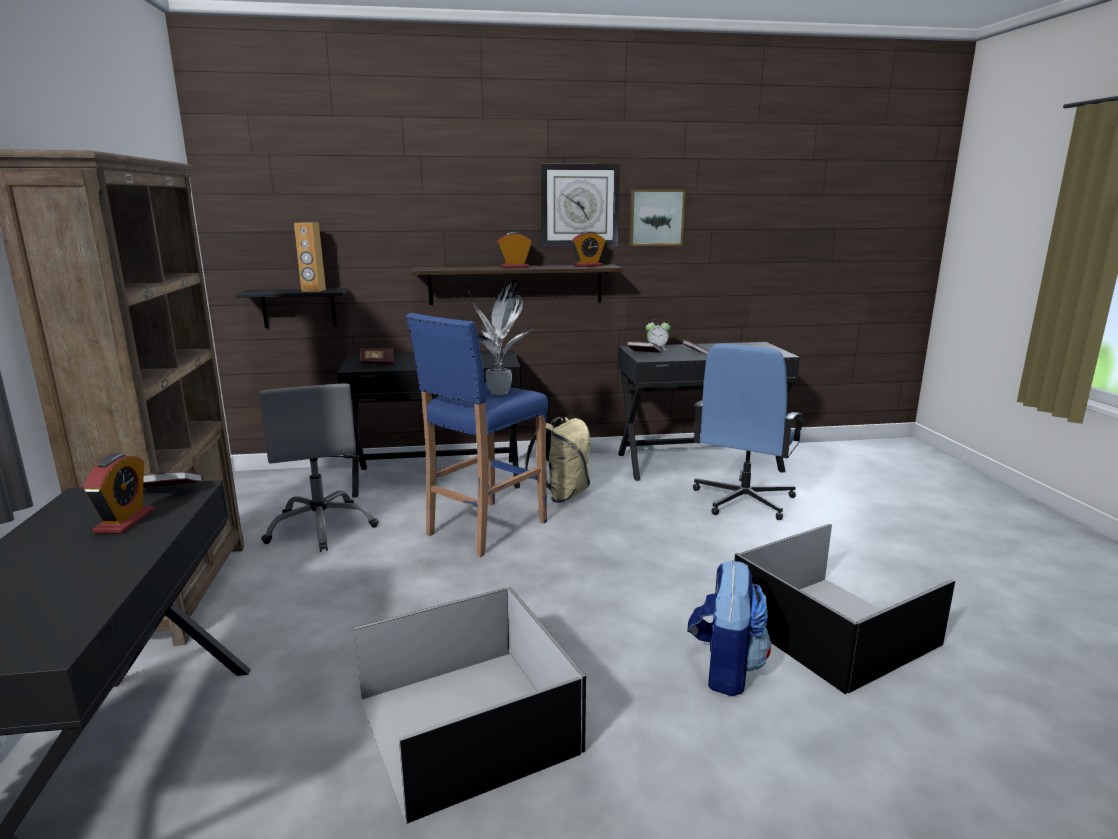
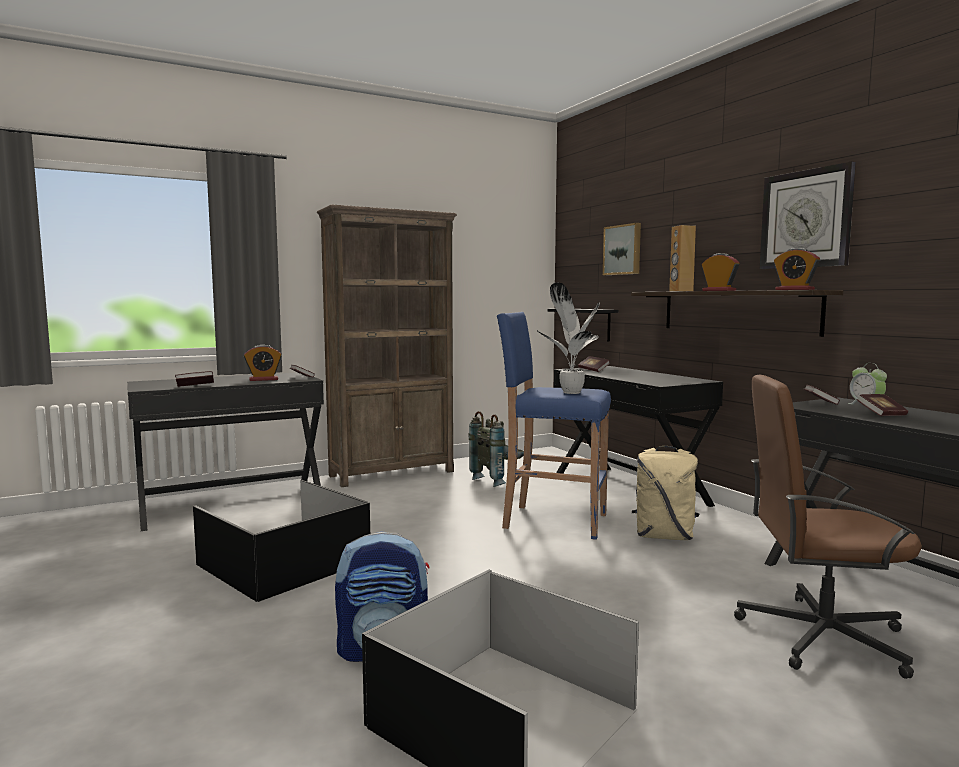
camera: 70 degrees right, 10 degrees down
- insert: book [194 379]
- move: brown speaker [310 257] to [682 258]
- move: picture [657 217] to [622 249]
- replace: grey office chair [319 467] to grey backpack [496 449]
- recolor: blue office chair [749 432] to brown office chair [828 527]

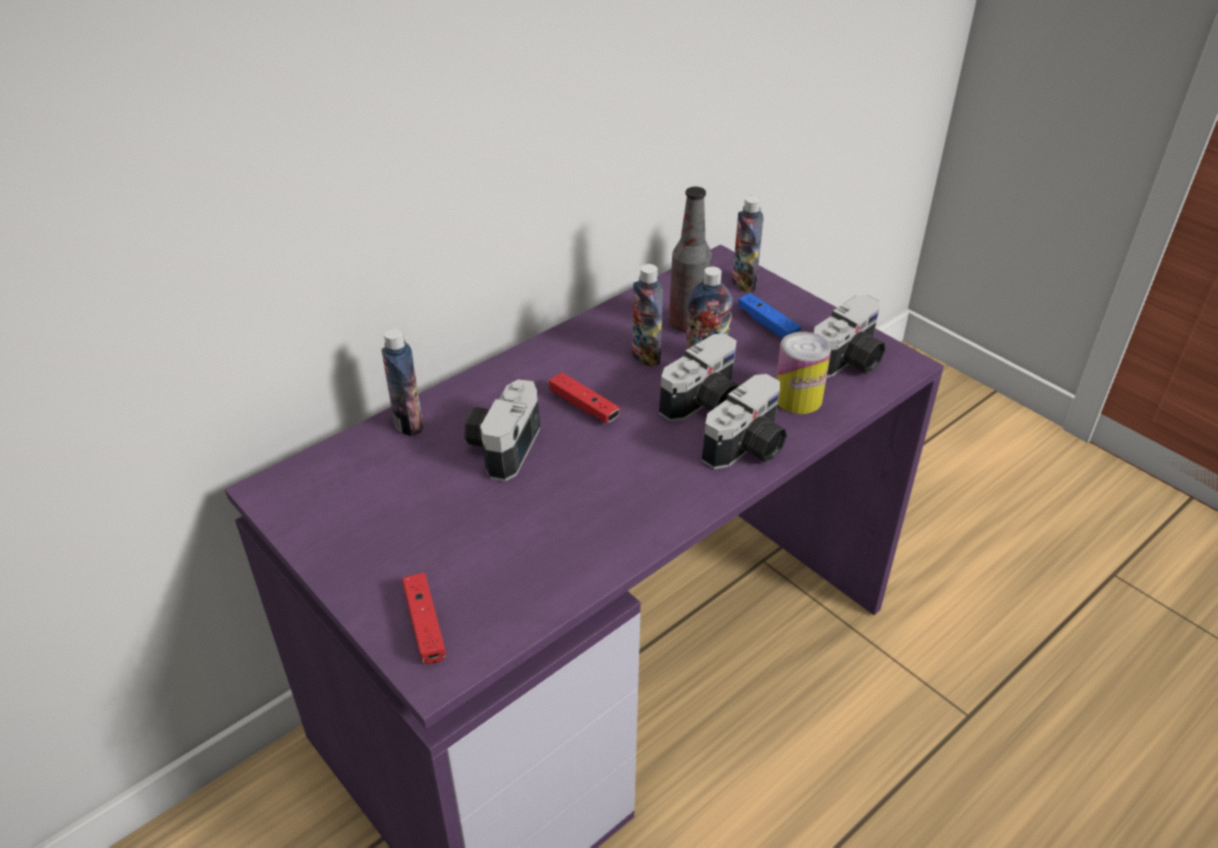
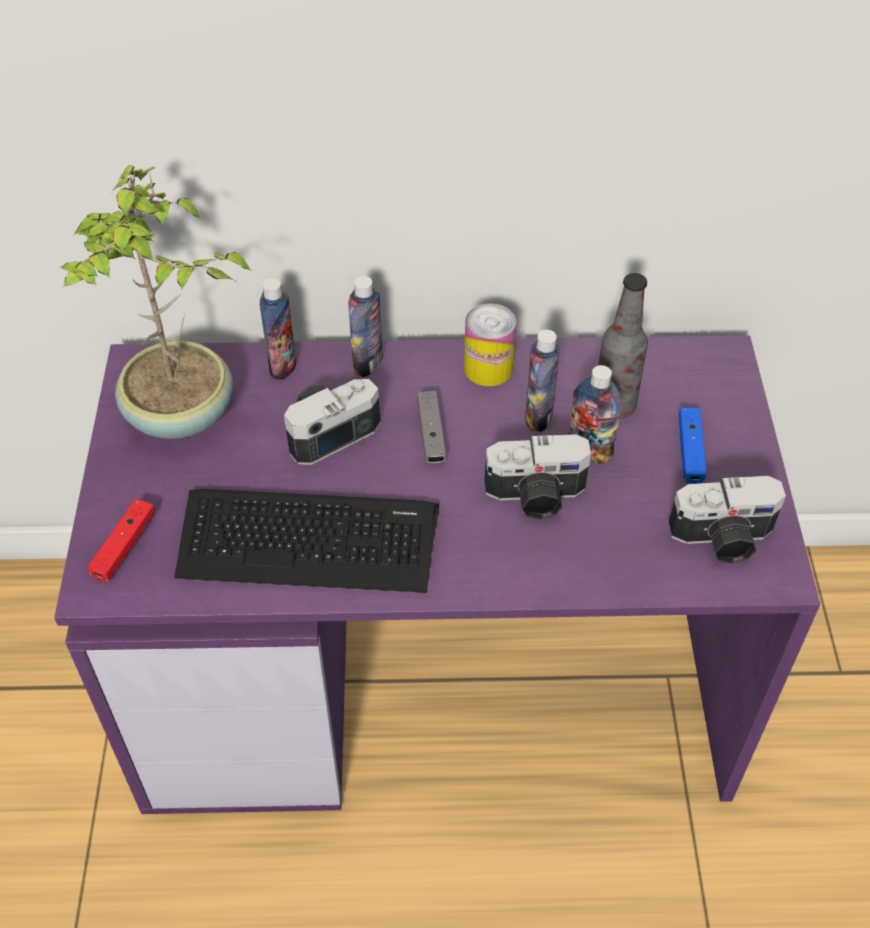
camera: 40 degrees right, 10 degrees up
- delete: photo camera [744 421]
- insert: potted plant [156 302]
- insert: keyboard [306 541]
- move: bottle [747 244] to [365 326]
- move: can [803 373] to [490 344]
- recolor: red game controller [584 397] to grey game controller [431 427]

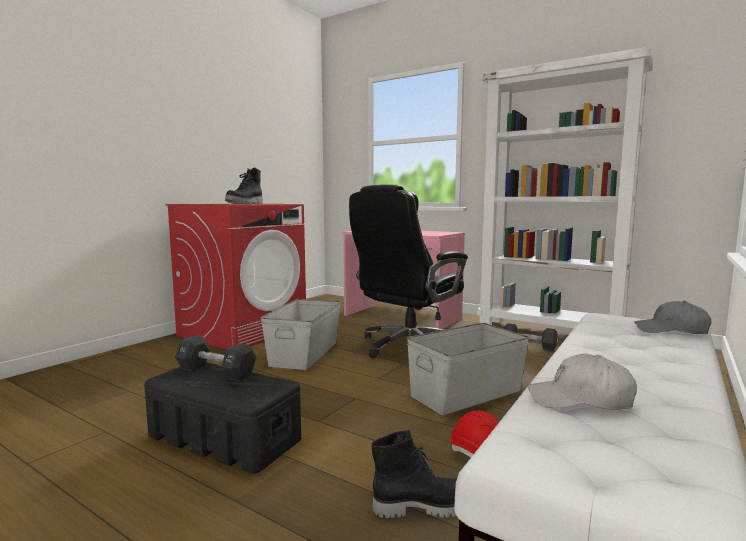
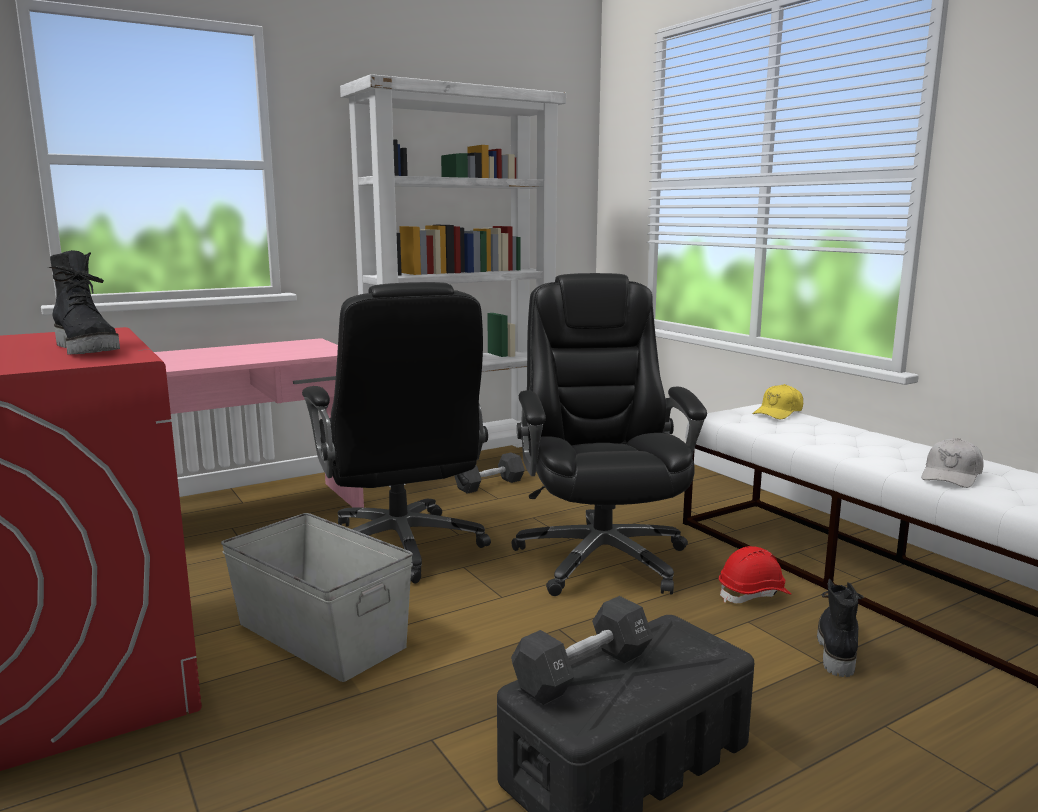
camera: 65 degrees left, 5 degrees up
- replace: grey storage box [468 369] to black office chair [609 434]
- recolor: grey cap [672 317] to yellow cap [778 402]

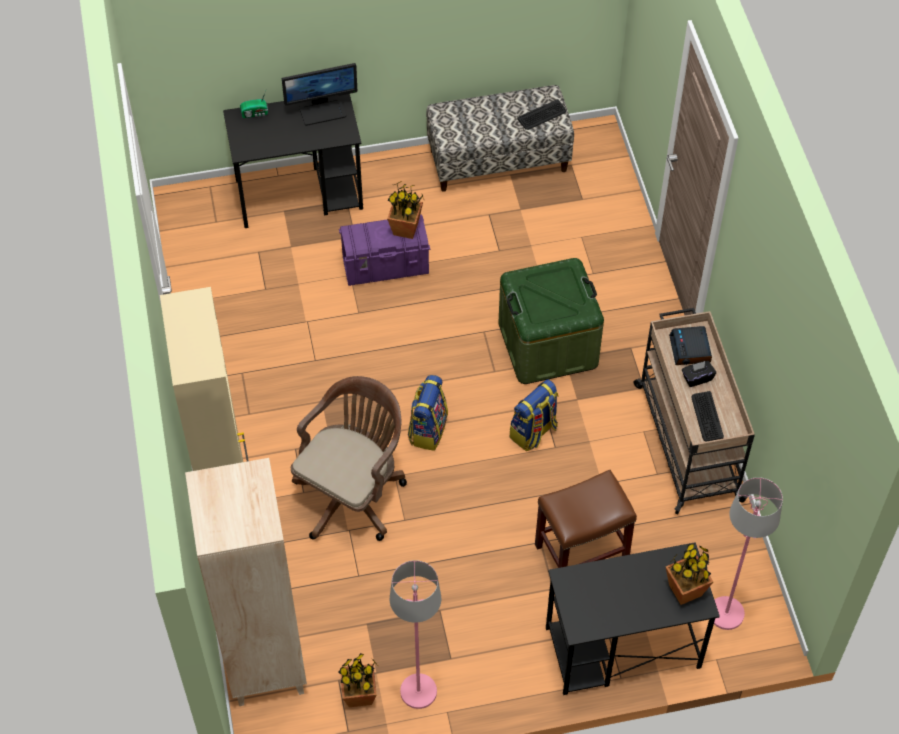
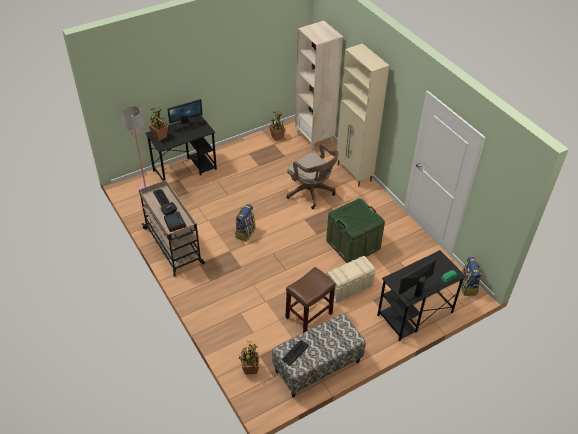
camera: 160 degrees right, 10 degrees down
- delete: pink floor lamp [415 634]
- insert: monitor [184 115]
- move: potted plant [405 210] to [249 358]
- move: backpack [428 413] to [470 276]
- move: green storage box [551 321] to [355 230]
- move: brown stool [586 519] to [310 300]
- recolor: purple storage box [384 250] to beige storage box [351 279]
- rotate: brown office chair [349 458] = [312 176] 60 degrees counterclockwise

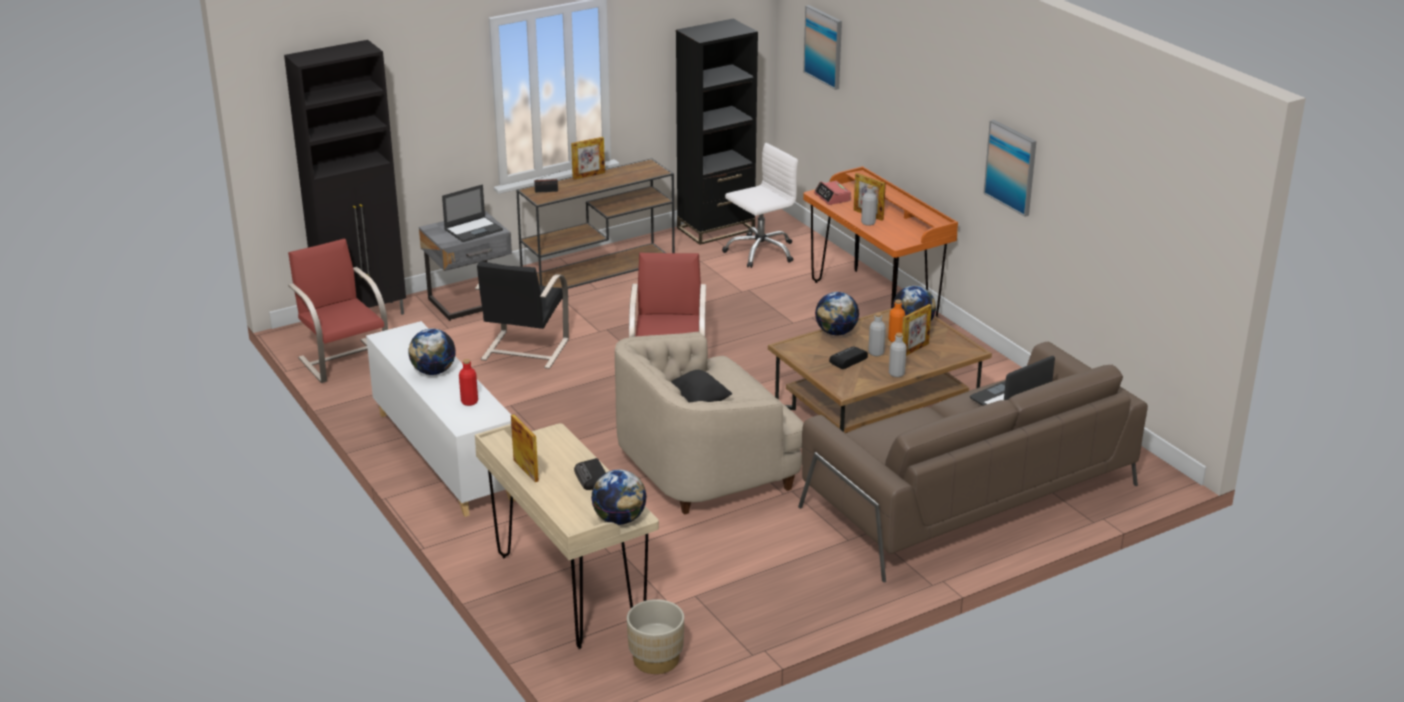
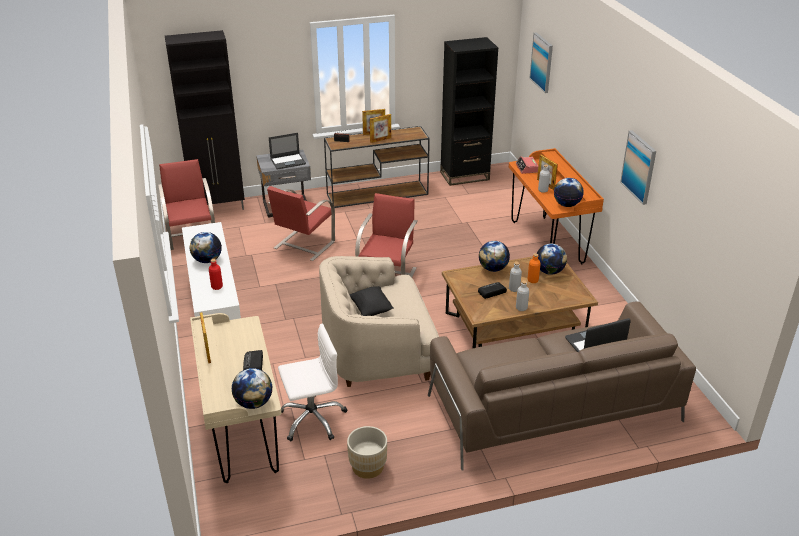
camera: 15 degrees right, 5 degrees up
- insert: globe [569 192]
- move: beige planter [655 636] to [367 452]
- move: white office chair [760 205] to [312 382]
- move: picture frame [917 330] to [380 128]
- recolor: black chair [522 315] to red chair [301 223]

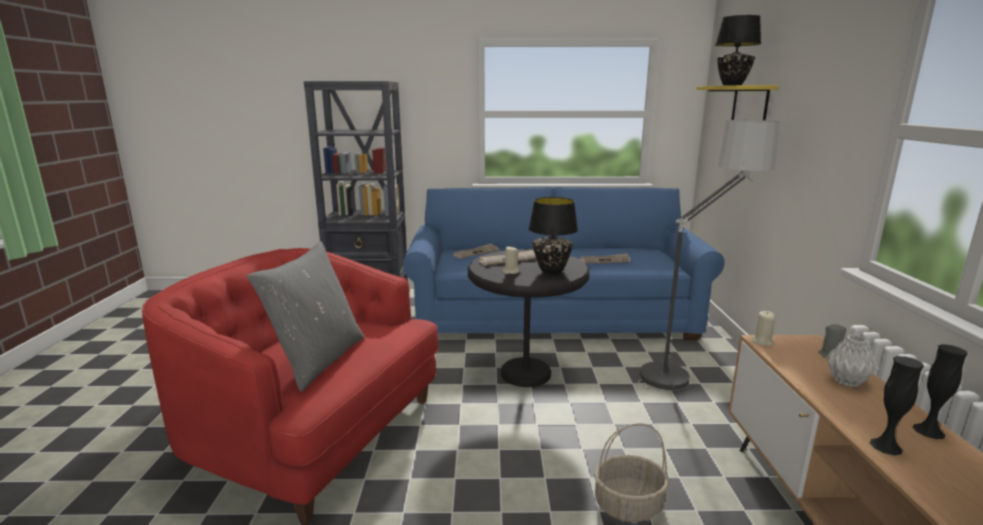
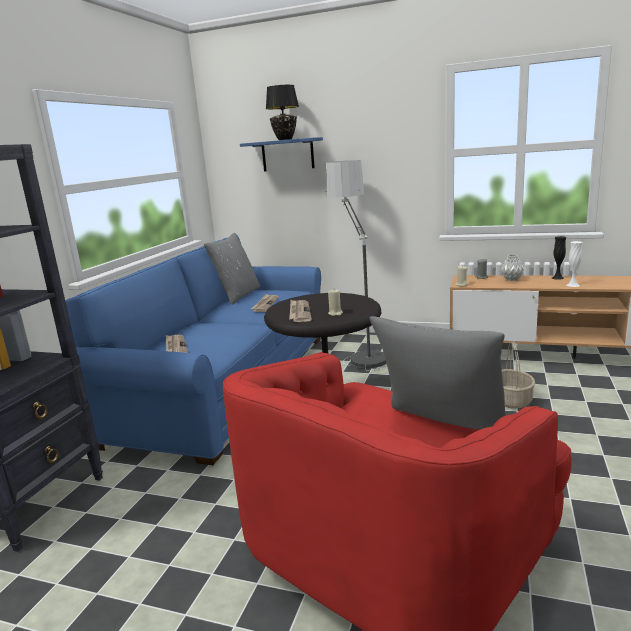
camera: 70 degrees left, 0 degrees up
- delete: black table lamp [553 236]
- insert: grey pillow [232 269]
- recolor: yellow shelf [737 102] to blue shelf [281 154]
- recolor: black vase [897 405] to white vase [574 264]

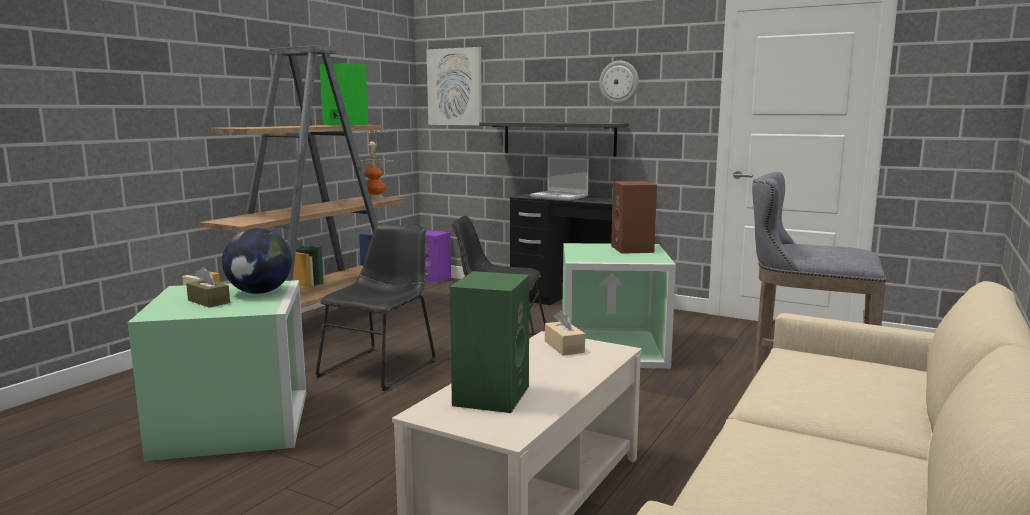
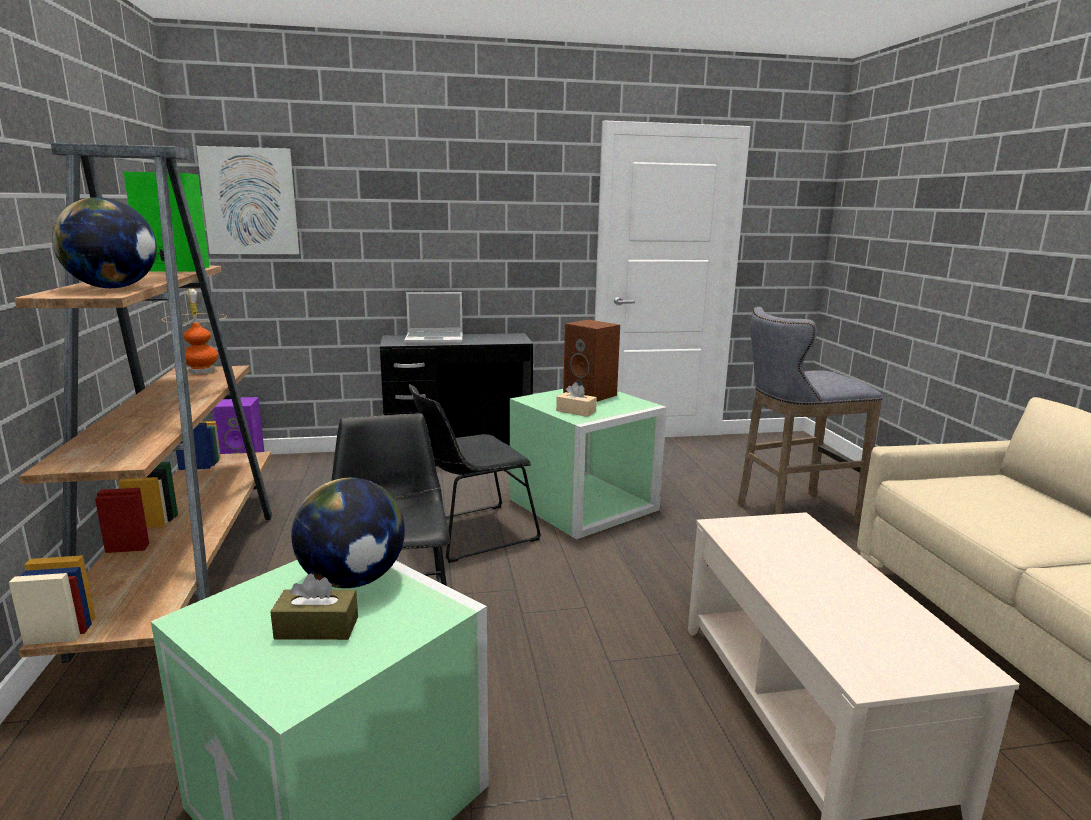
camera: 40 degrees left, 5 degrees up
- delete: green speaker [489 342]
- delete: shelf [554 139]
- delete: wall clock [619 82]
- insert: globe [104 242]
- move: beige tissue box [565 332] to [576 399]

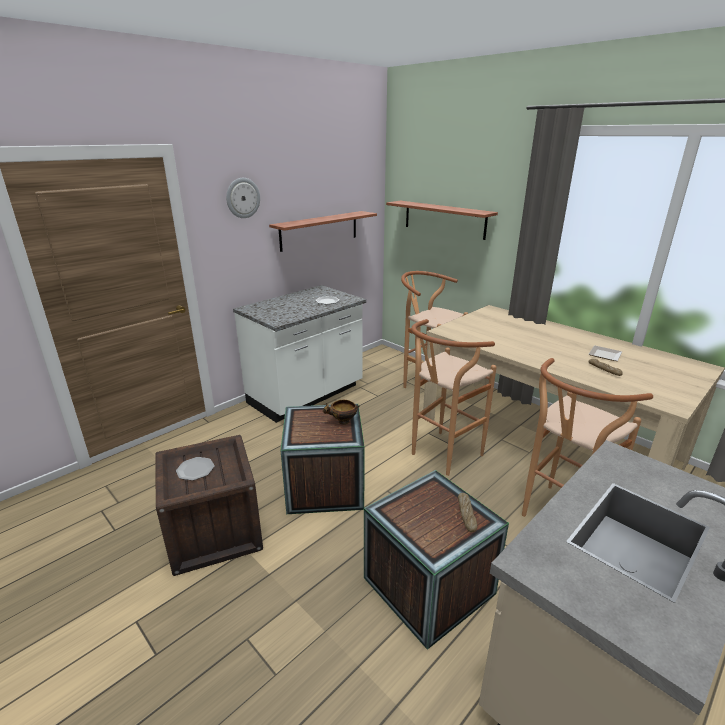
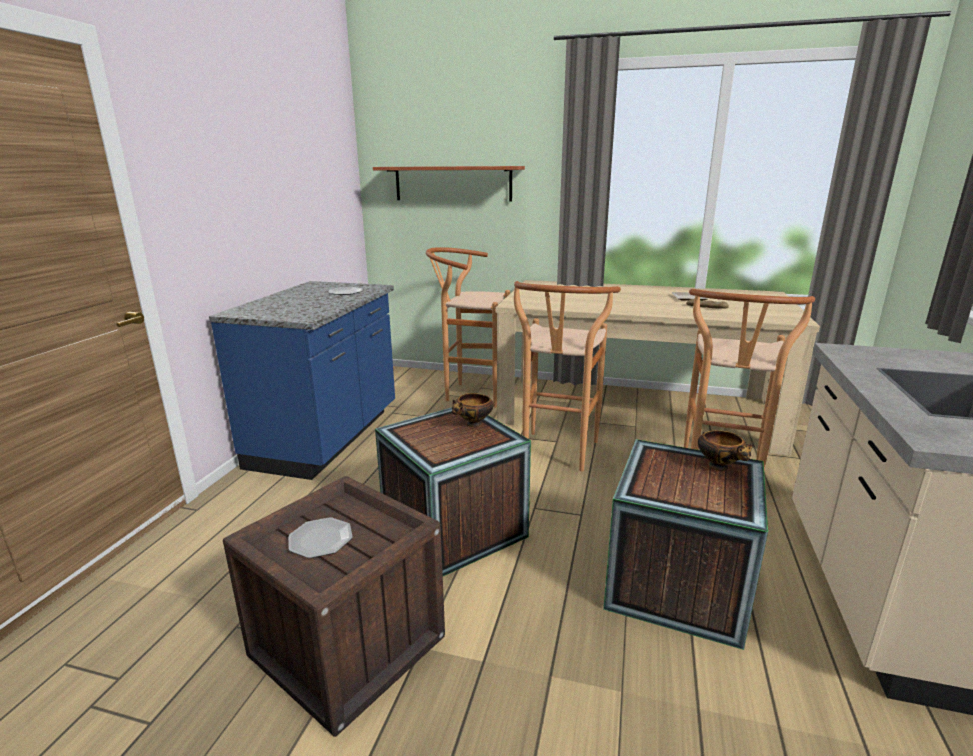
camera: 30 degrees left, 5 degrees down
- delete: wall clock [243 198]
- delete: shelf [323 231]
- replace: bread [467 512] to bowl [725 450]
- recolor: white counter [299 354] to blue counter [302 380]

